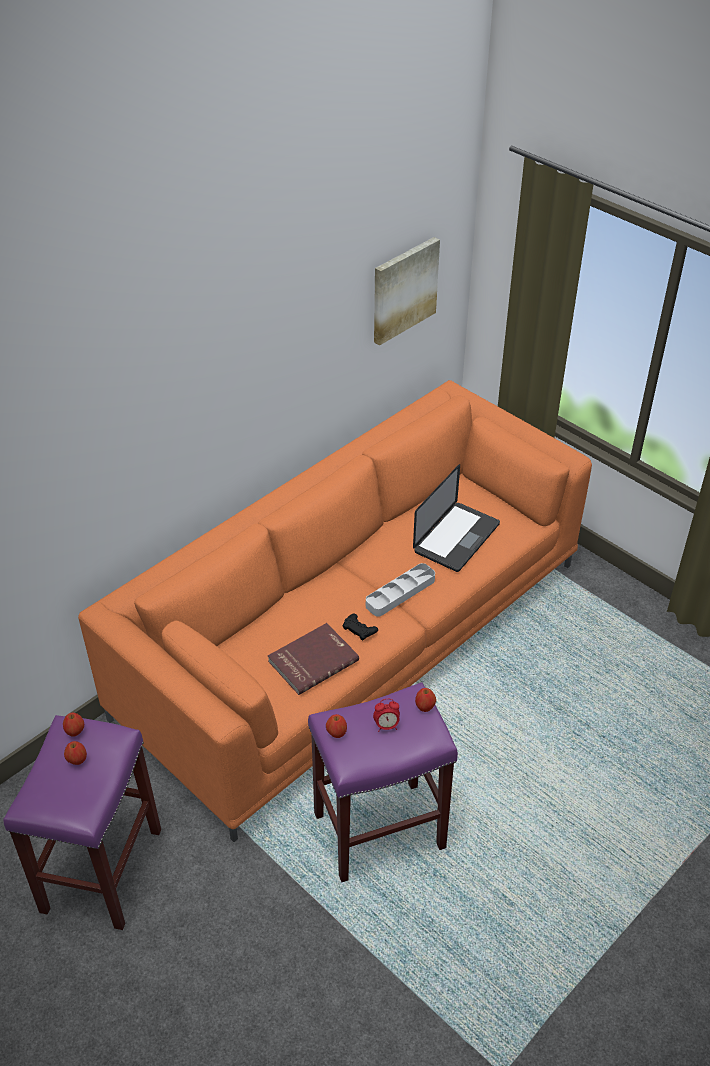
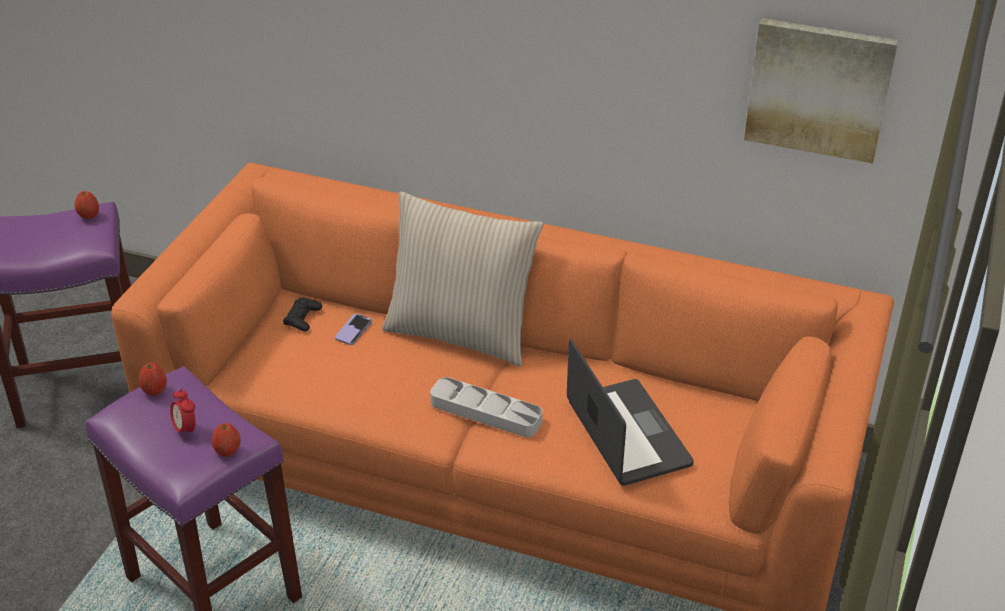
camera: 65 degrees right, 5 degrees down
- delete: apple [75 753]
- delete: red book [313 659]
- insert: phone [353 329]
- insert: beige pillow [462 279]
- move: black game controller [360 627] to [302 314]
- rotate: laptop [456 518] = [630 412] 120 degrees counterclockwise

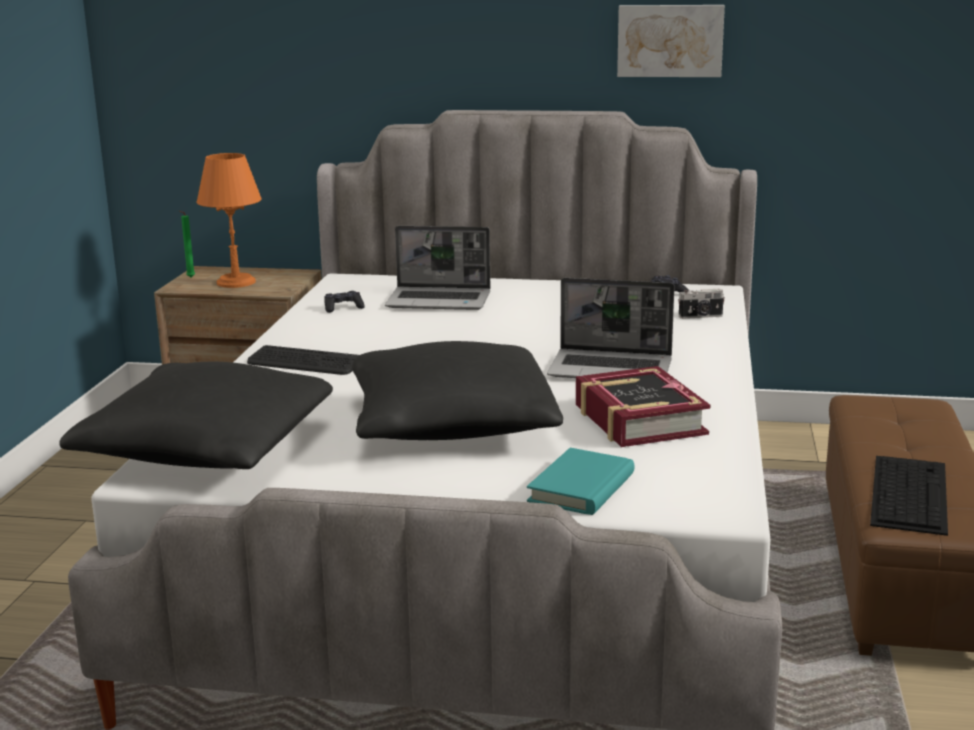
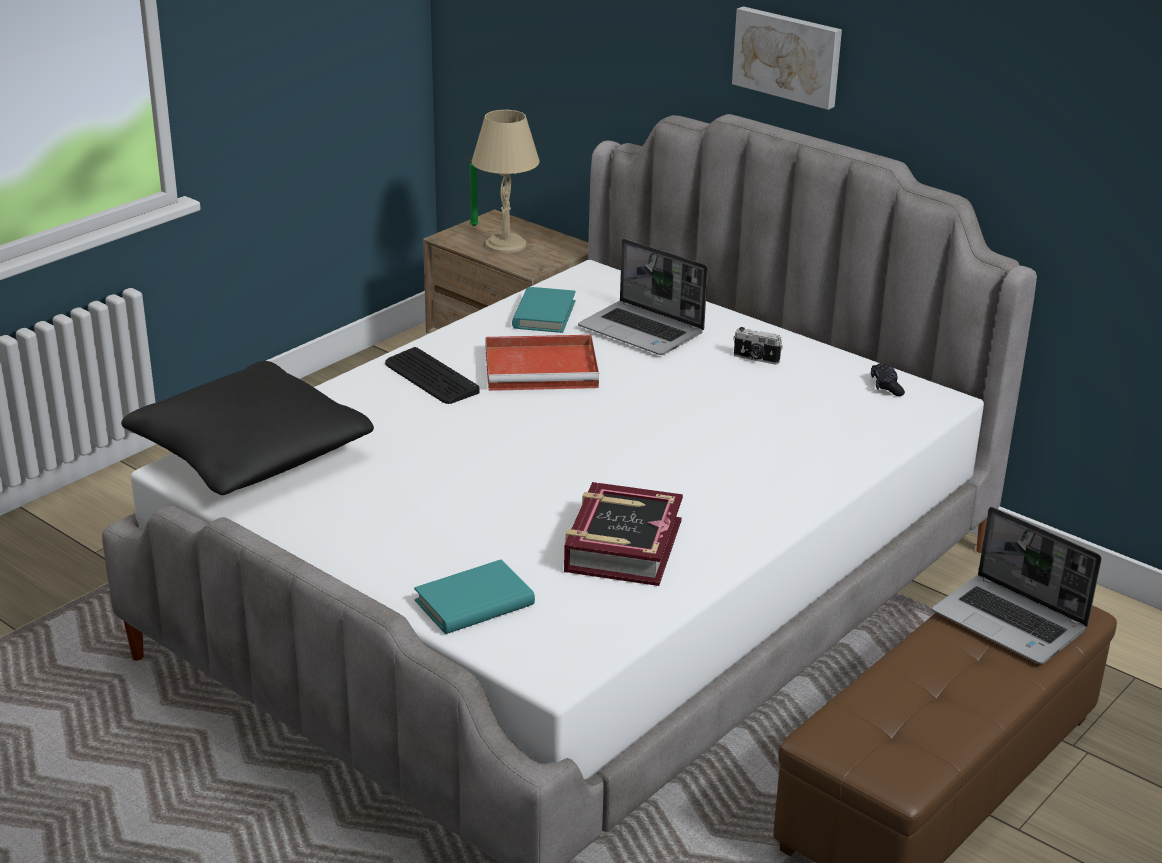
camera: 30 degrees right, 10 degrees up
- delete: black pillow [457 390]
- delete: keyboard [909 496]
- insert: red tray [542 363]
- move: laptop [611 328] to [1017 585]
- move: picture [671 41] to [787 58]
- move: photo camera [701 304] to [758 346]
- replace: black game controller [344 302] to turquoise book [544 310]
- recolor: orange table lamp [229 220] to beige table lamp [506 181]

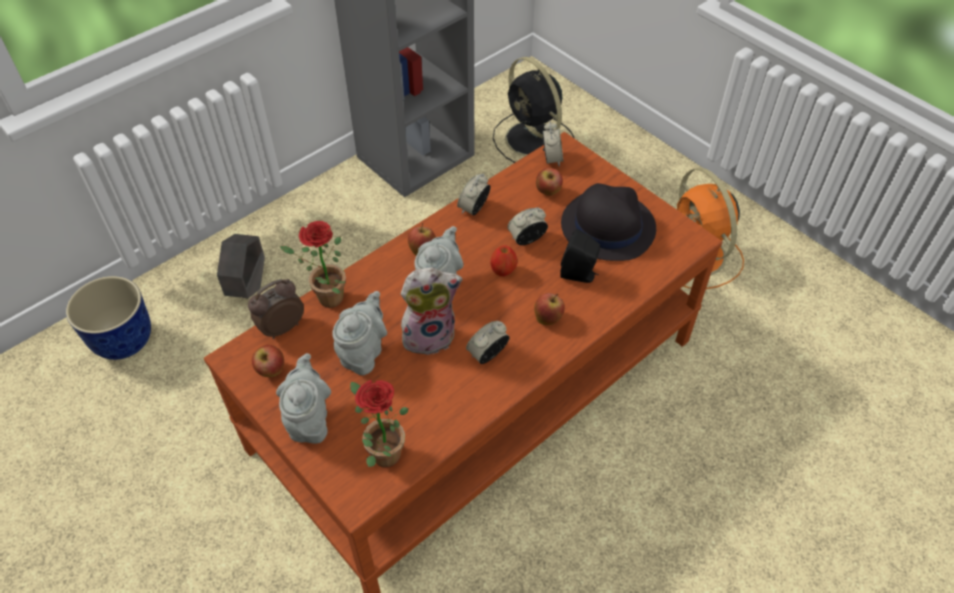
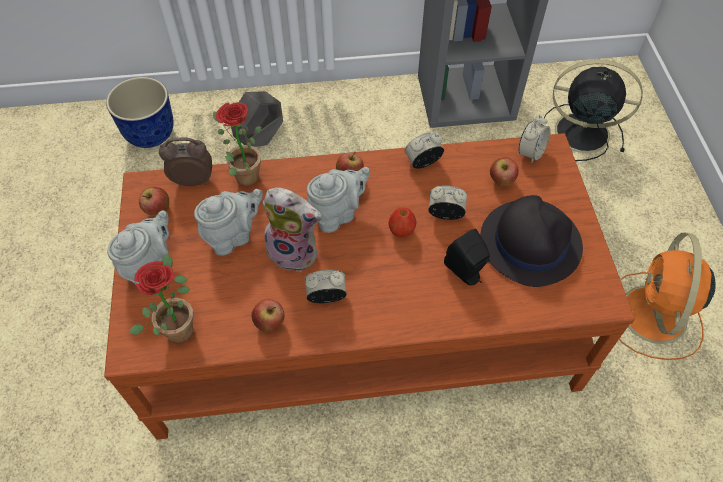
camera: 35 degrees right, 5 degrees up
- move: apple [549 309] to [267 316]
- rotate: black fan [534 110] = [592 110] 105 degrees clockwise

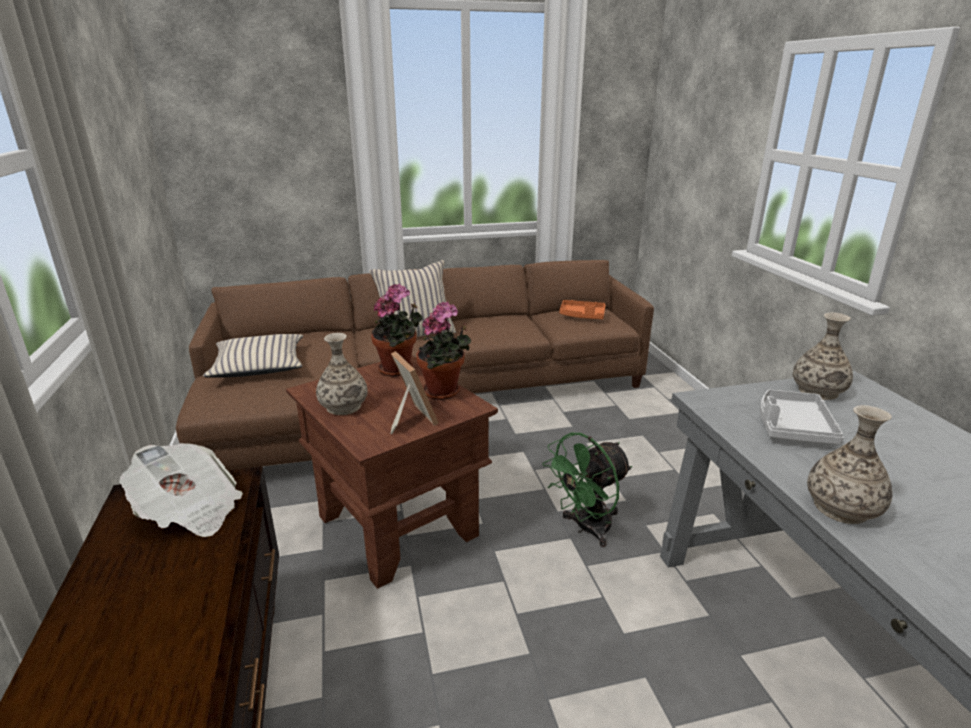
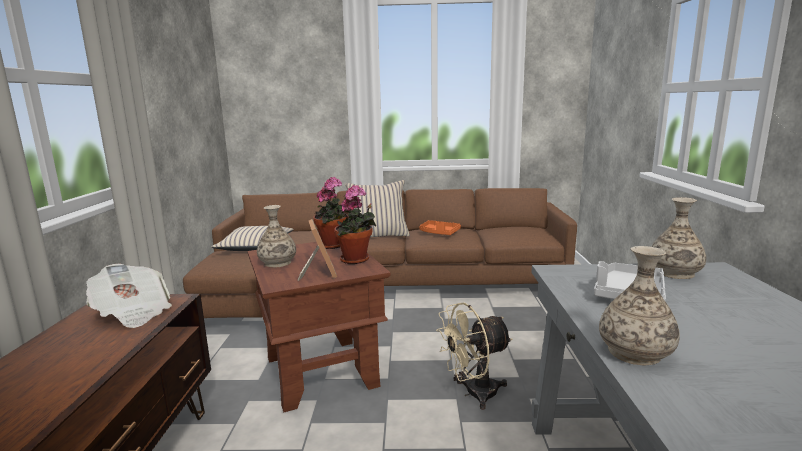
camera: 15 degrees right, 10 degrees down
- move: orange tray [582 309] to [440 227]
- recolor: green fan [587 490] to beige fan [474 356]

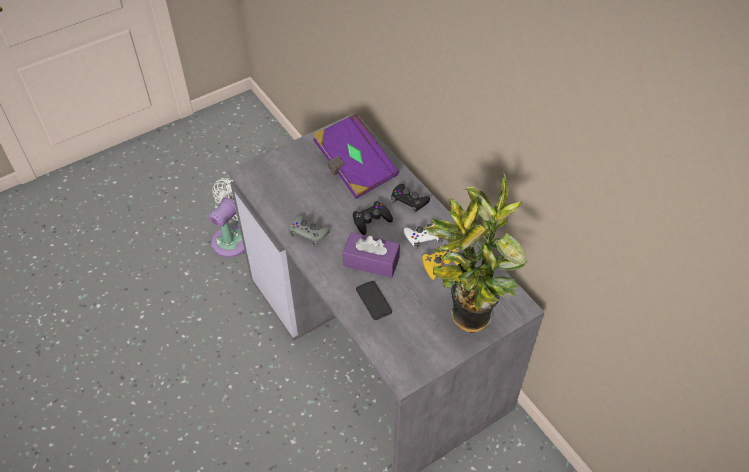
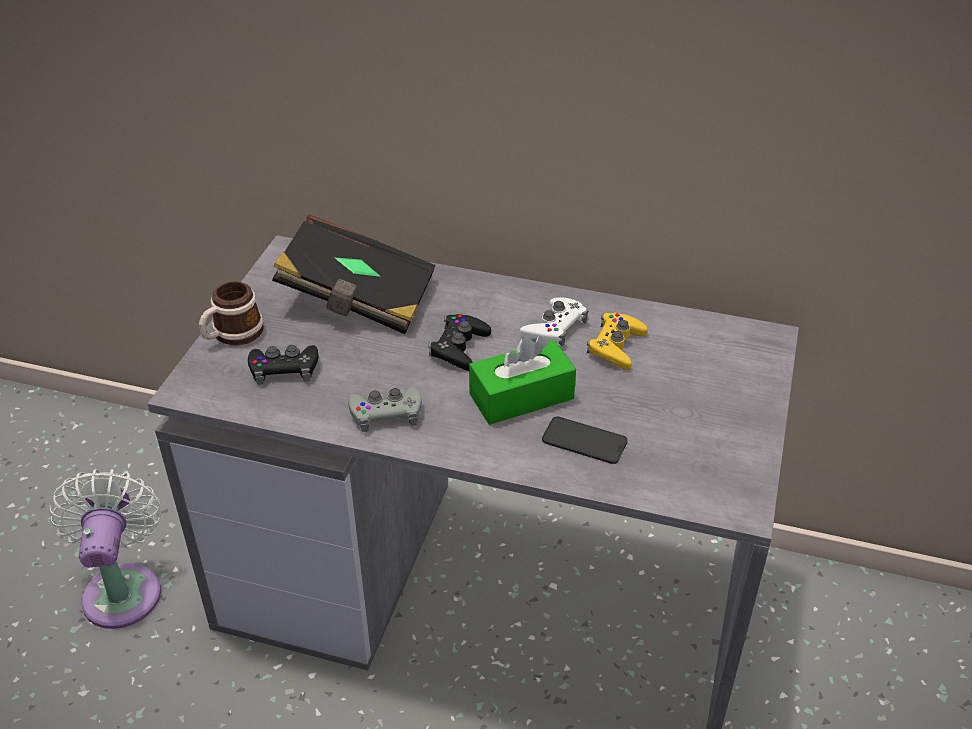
camera: 40 degrees left, 10 degrees down
- delete: potted plant [476 253]
- insert: mug [231 313]
- move: black game controller [410 199] to [283 364]
- recolor: purple book [356 156] to black book [353 274]
- recolor: purple tissue box [371 255] to green tissue box [522 380]

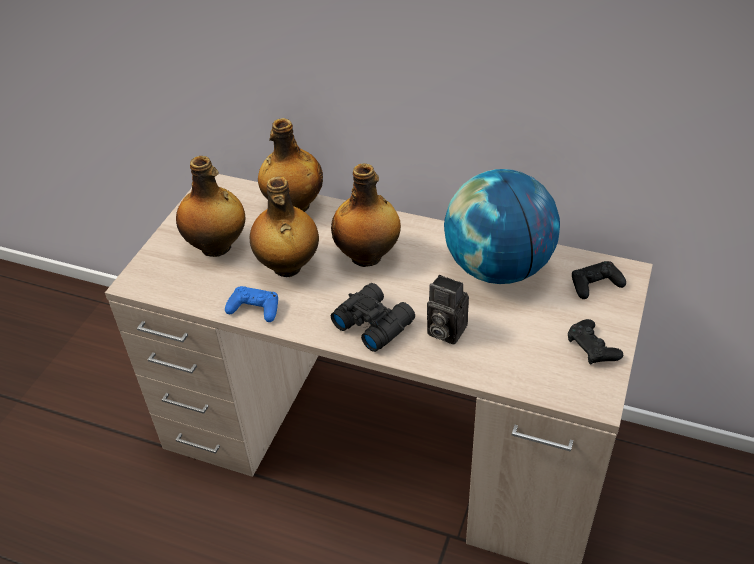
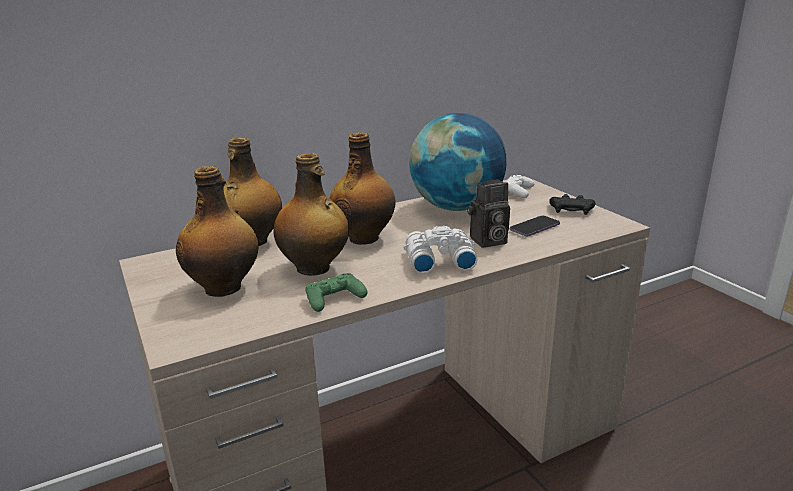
camera: 50 degrees left, 20 degrees down
- insert: phone [535 226]
- recolor: blue game controller [251 304] to green game controller [336 292]
- recolor: black binoculars [373 317] to white binoculars [440 250]
- recolor: black game controller [599 280] to white game controller [521 186]

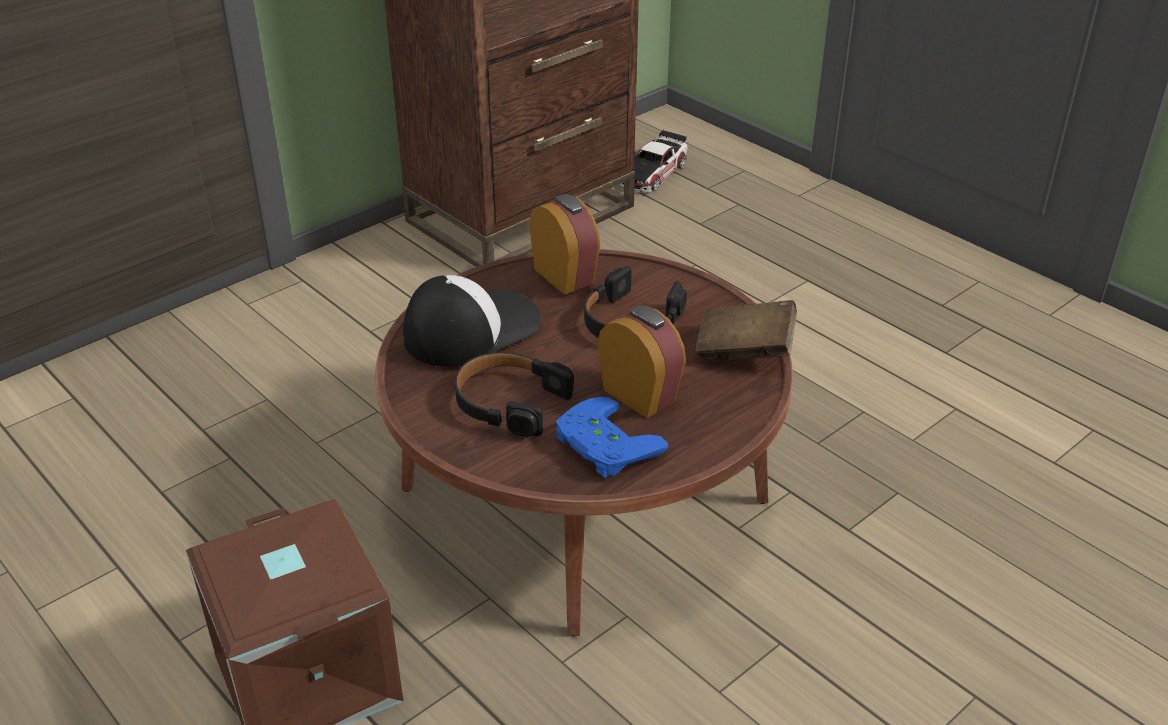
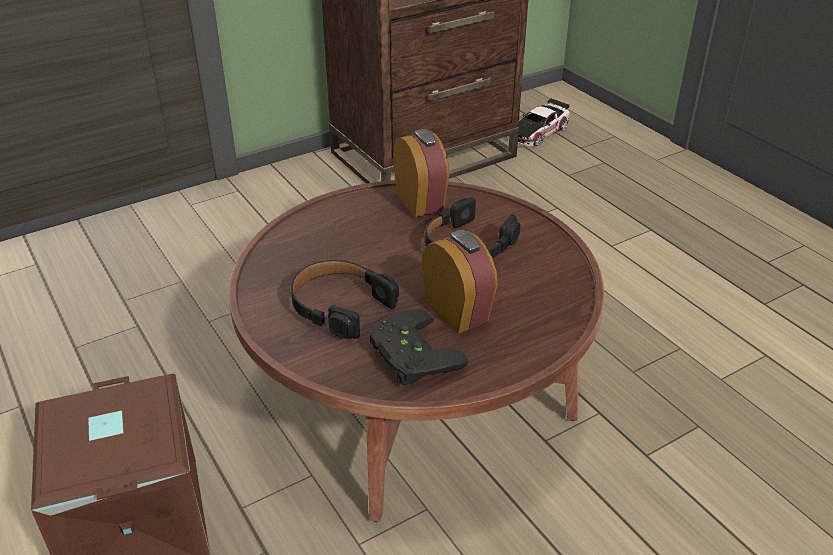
camera: 10 degrees right, 0 degrees up
- delete: cap [472 321]
- delete: brown book [746 331]
- recolor: blue game controller [612 437] to black game controller [419 347]

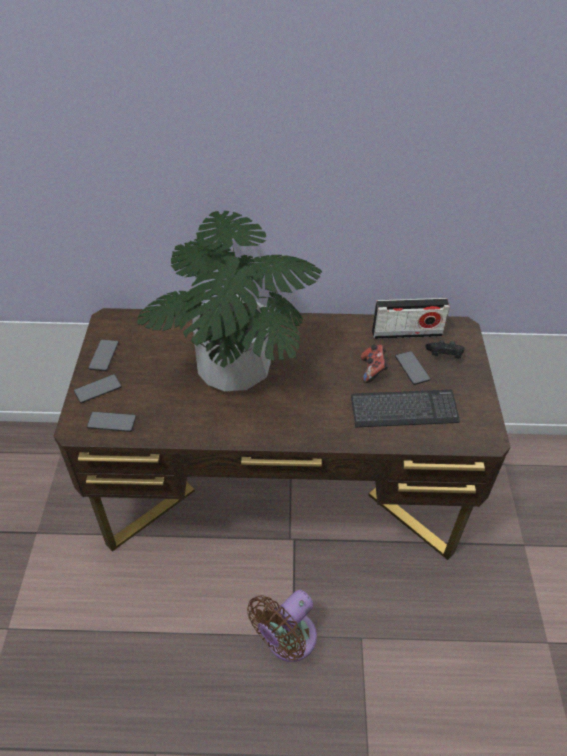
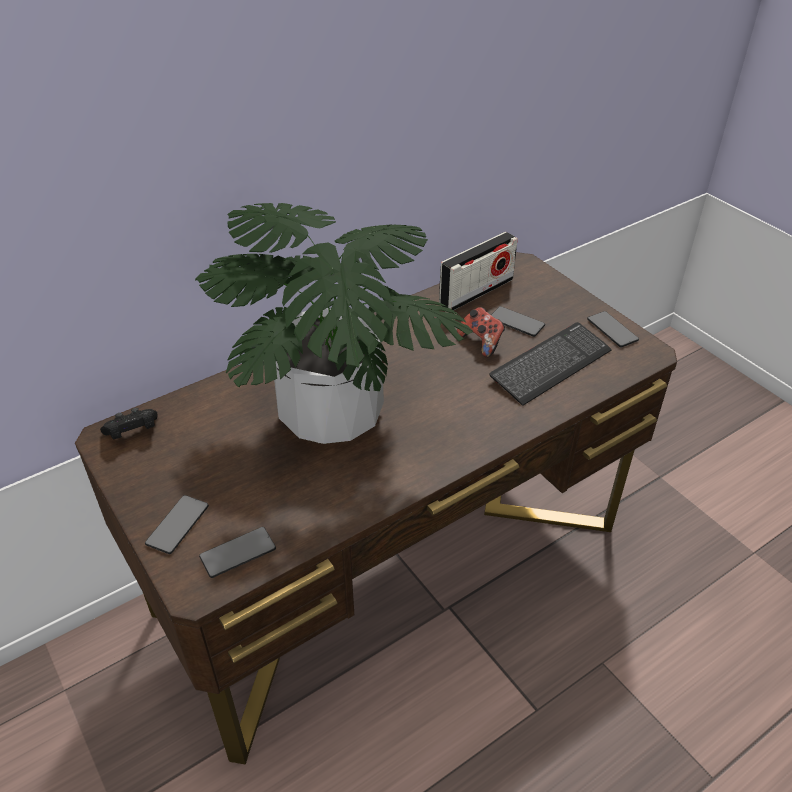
camera: 35 degrees left, 5 degrees down
- delete: brown fan [282 626]
- move: phone [103 355] to [613 329]
- move: black game controller [444 349] to [129 424]

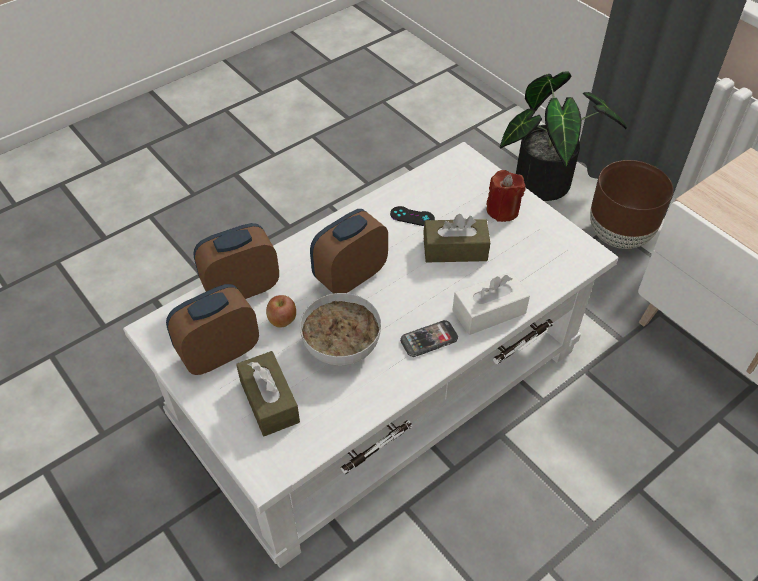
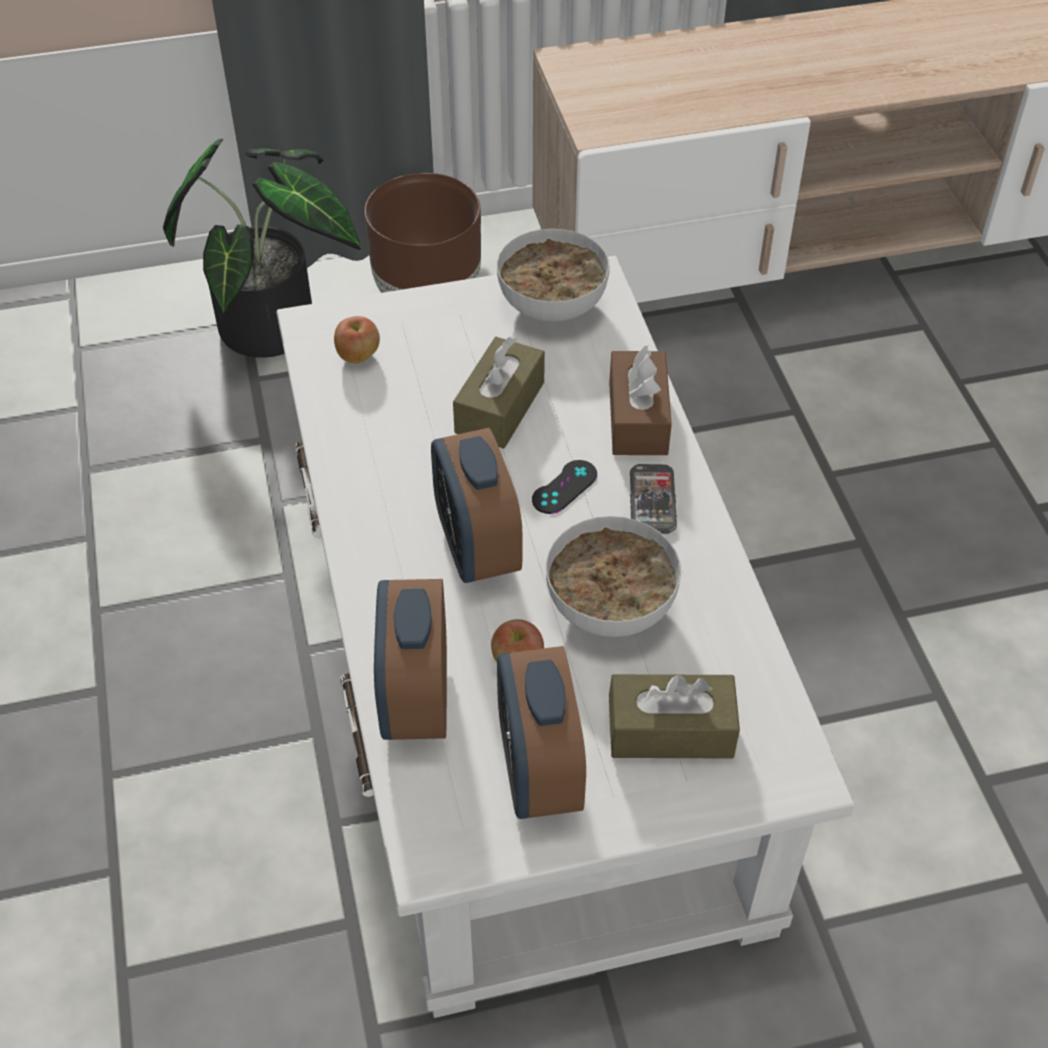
camera: 65 degrees left, 0 degrees up
- delete: red candle [506 196]
- insert: apple [357 340]
- insert: bowl [553 275]
- move: black game controller [412 216] to [564 487]
- recolor: white tissue box [491 303] to brown tissue box [640 400]

